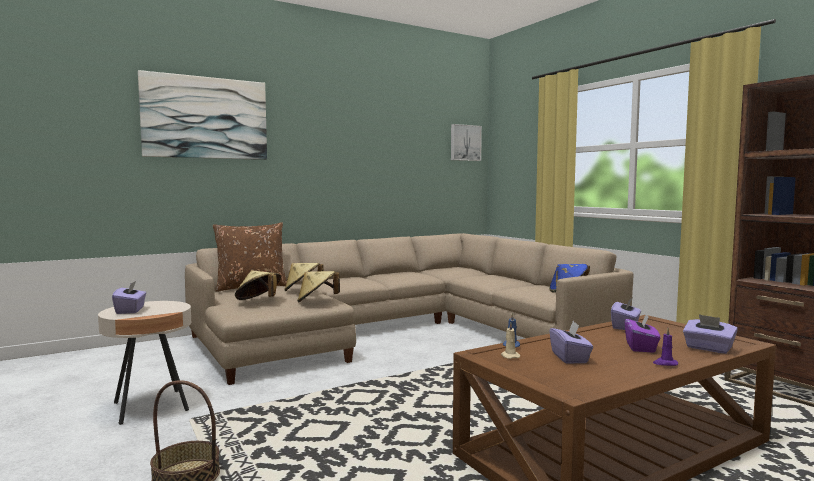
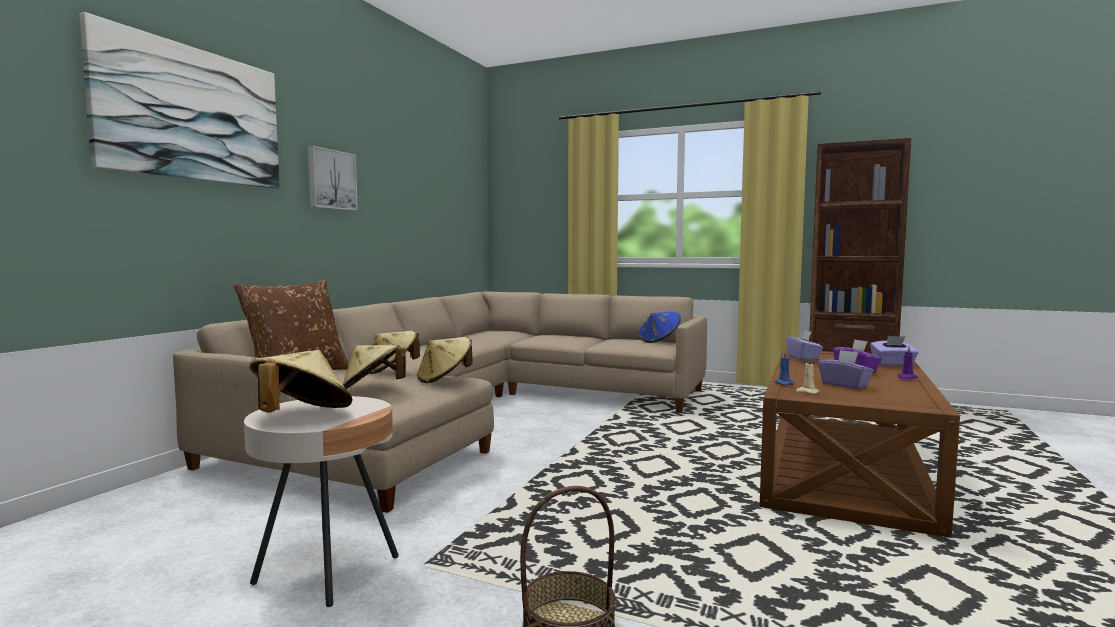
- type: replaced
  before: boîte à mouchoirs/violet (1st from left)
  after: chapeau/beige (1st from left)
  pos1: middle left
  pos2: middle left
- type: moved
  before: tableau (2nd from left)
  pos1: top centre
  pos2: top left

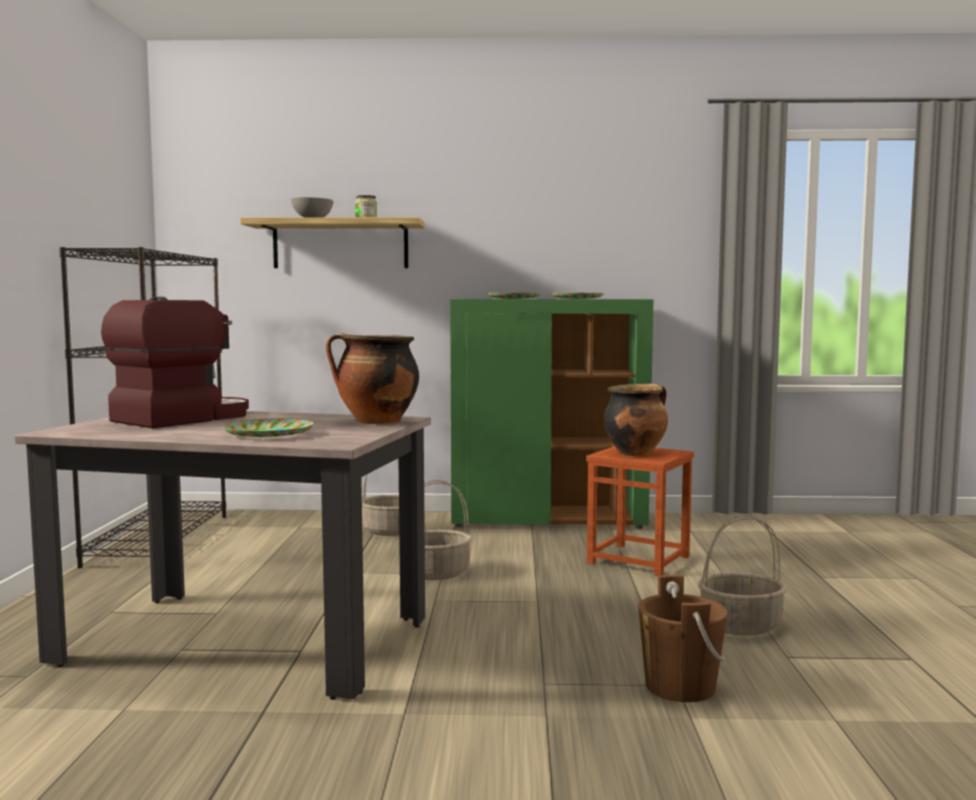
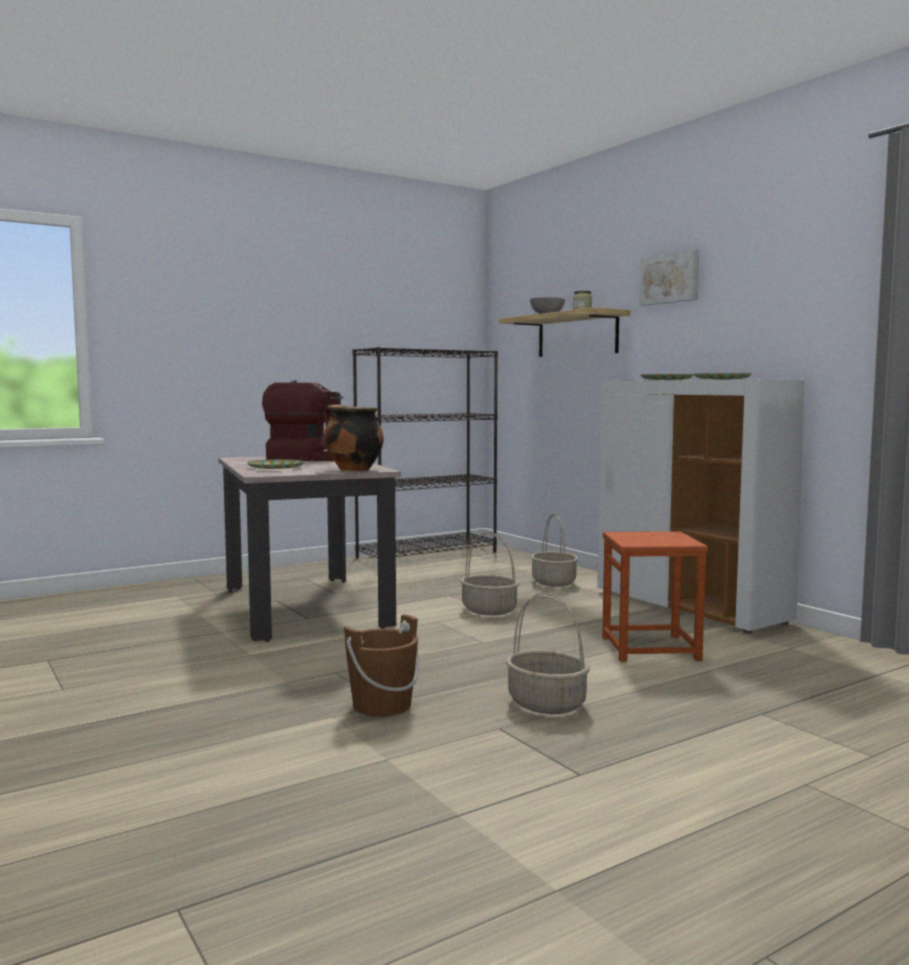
- type: recoloured
  before: meuble de rangement/vert
  after: meuble de rangement/blanc
  pos1: centre
  pos2: middle right
- type: added
  after: tableau
  pos2: top right
- type: removed
  before: marmite (2nd from left)
  pos1: centre

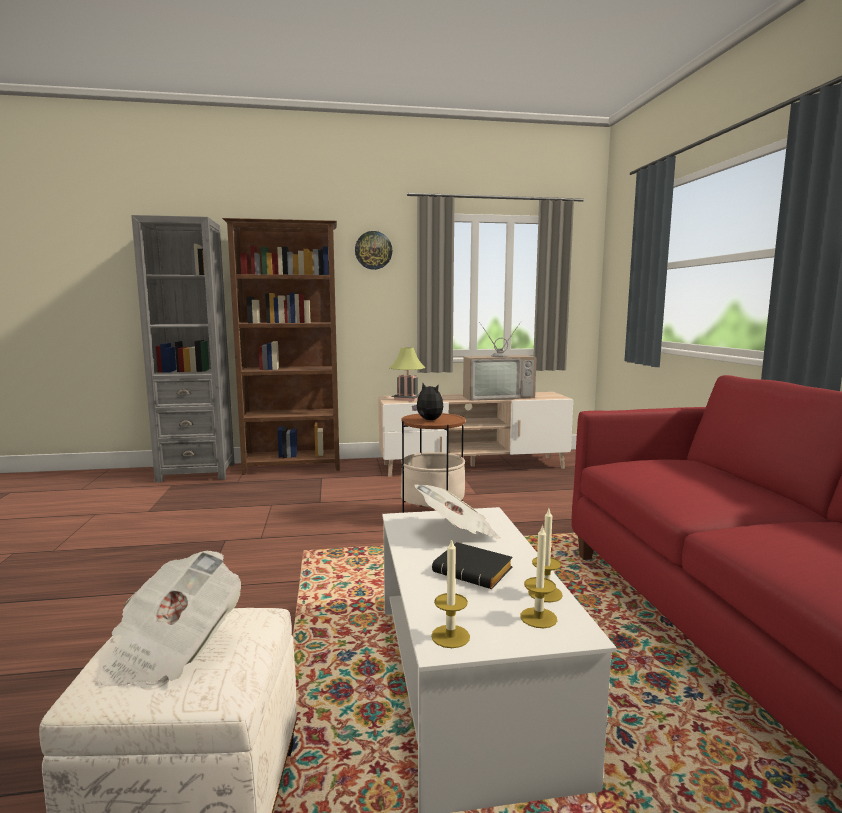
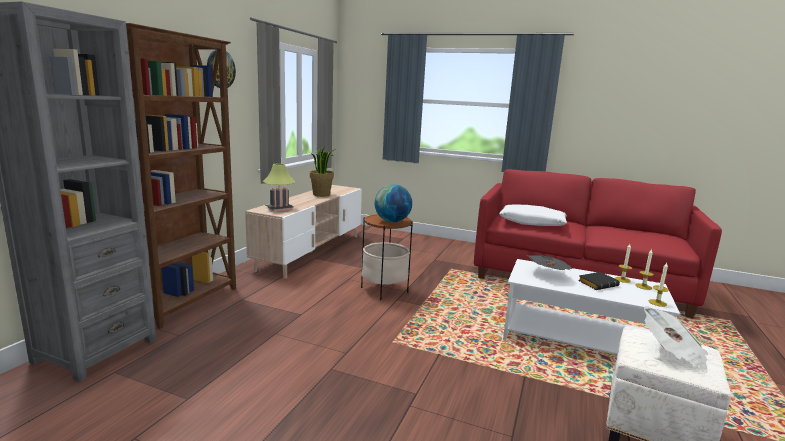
- type: replaced
  before: téléviseur
  after: plante en pot
  pos1: centre
  pos2: centre
- type: replaced
  before: peluche
  after: globe
  pos1: centre
  pos2: centre
- type: added
  after: coussin/blanc
  pos2: middle right

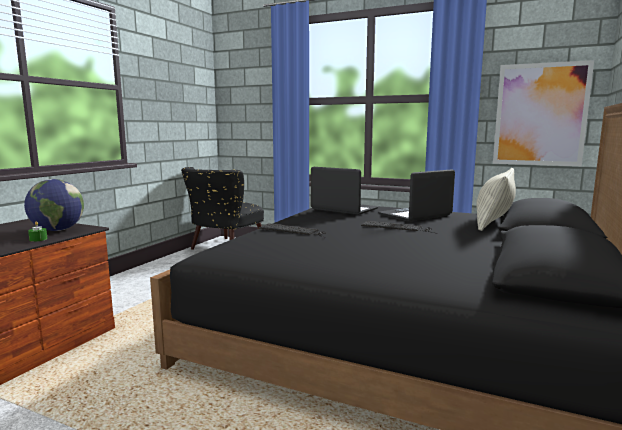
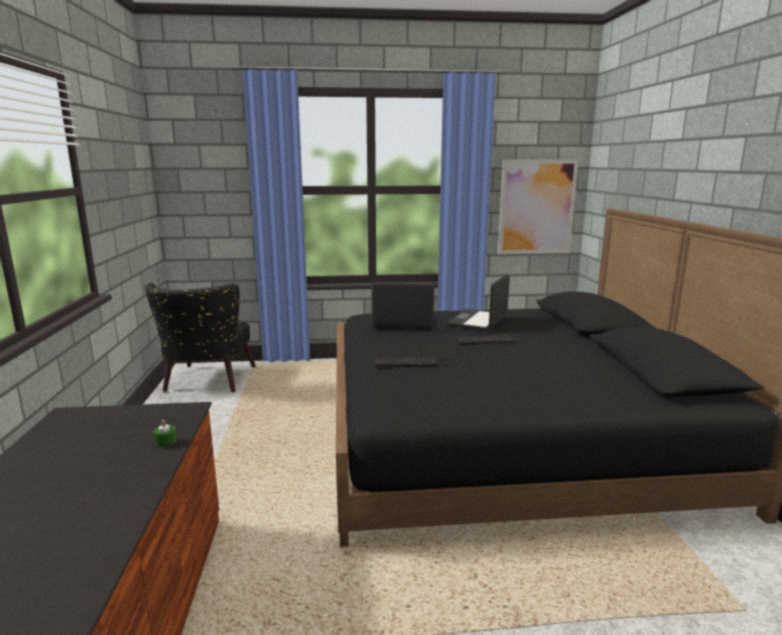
- type: removed
  before: globe
  pos1: middle left
- type: removed
  before: coussin
  pos1: middle right

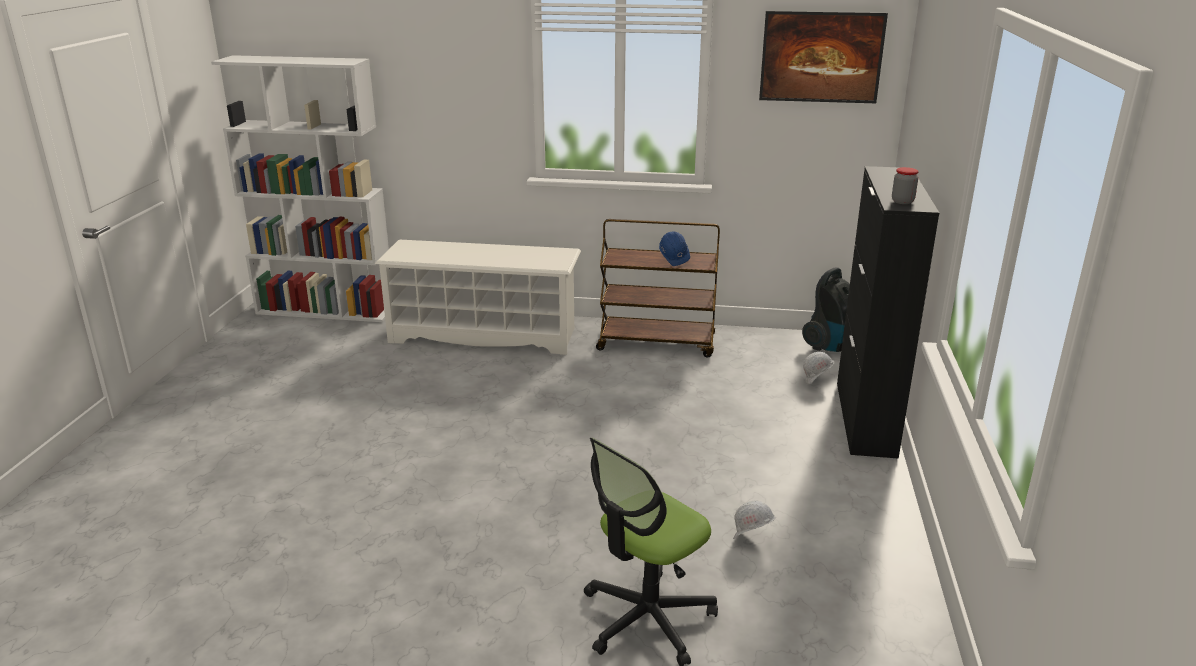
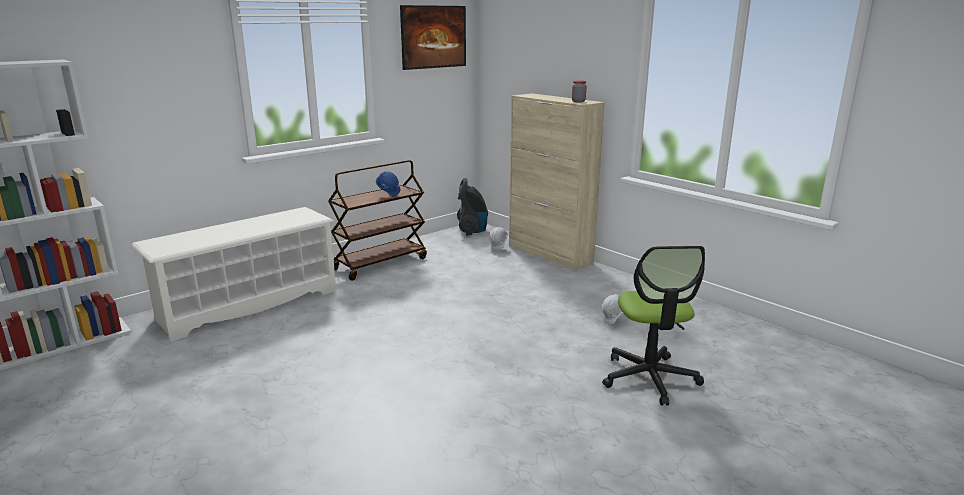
- type: recoloured
  before: meuble de rangement/noir
  after: meuble de rangement/beige
  pos1: middle right
  pos2: centre

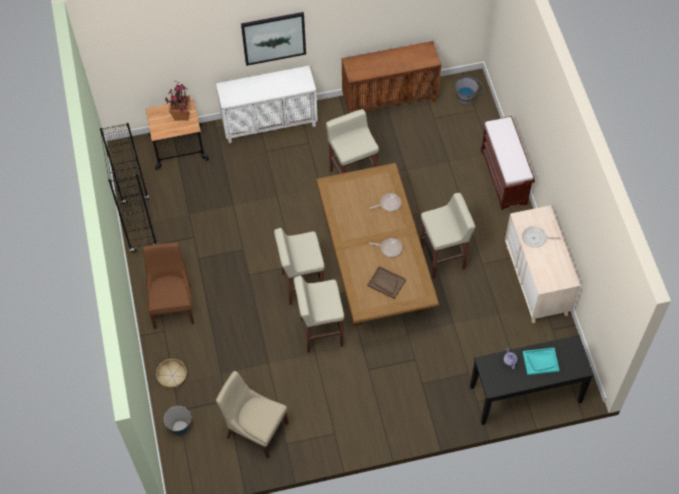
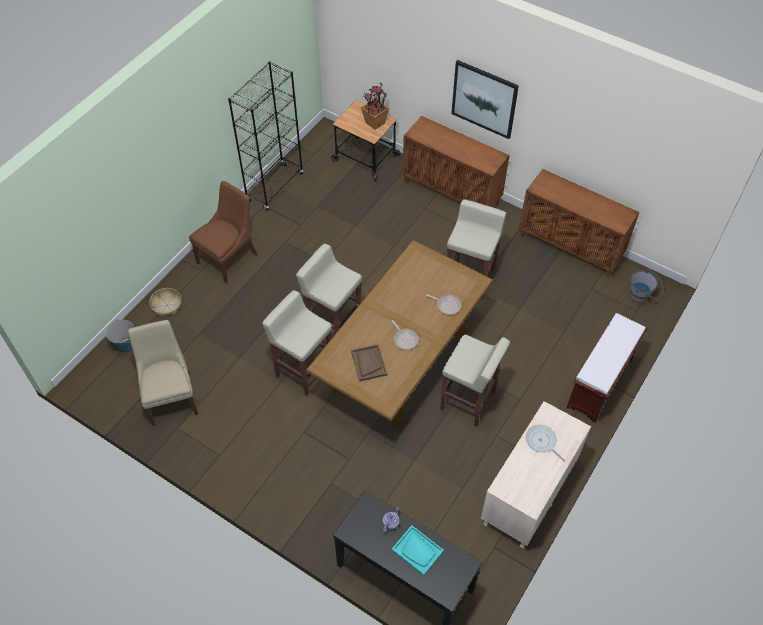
- type: recoloured
  before: meuble de rangement/blanc
  after: meuble de rangement/marron (1st from left)
  pos1: top centre
  pos2: top centre

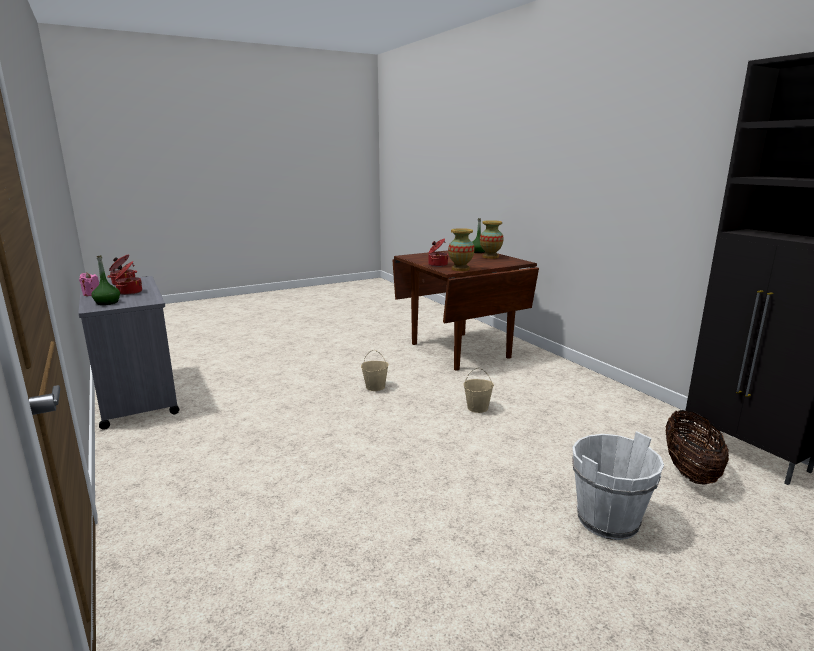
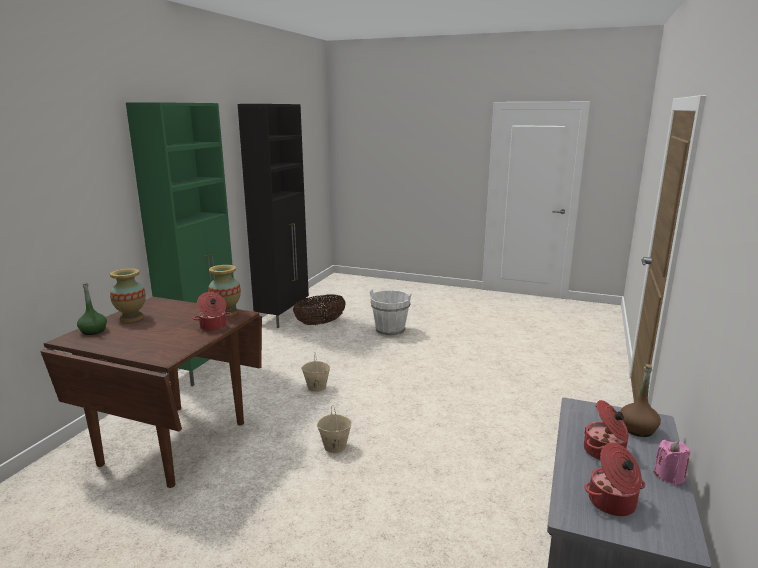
- type: added
  after: meuble de rangement/vert
  pos2: middle left
- type: recoloured
  before: bouteille/vert (1st from left)
  after: bouteille/marron
  pos1: middle left
  pos2: bottom right

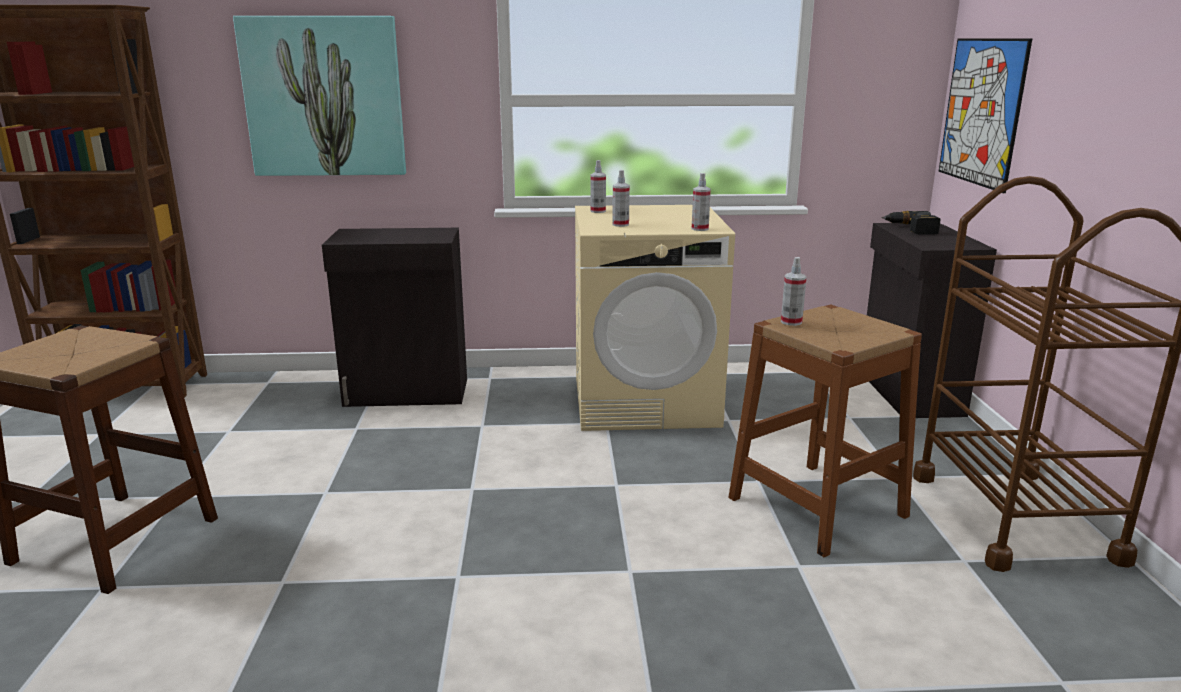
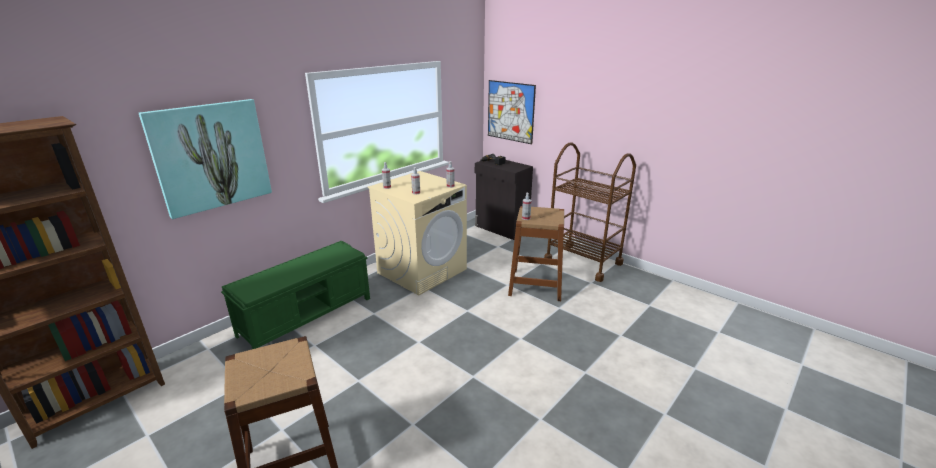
- type: replaced
  before: meuble de rangement/noir (1st from left)
  after: banc/vert
  pos1: centre
  pos2: middle left

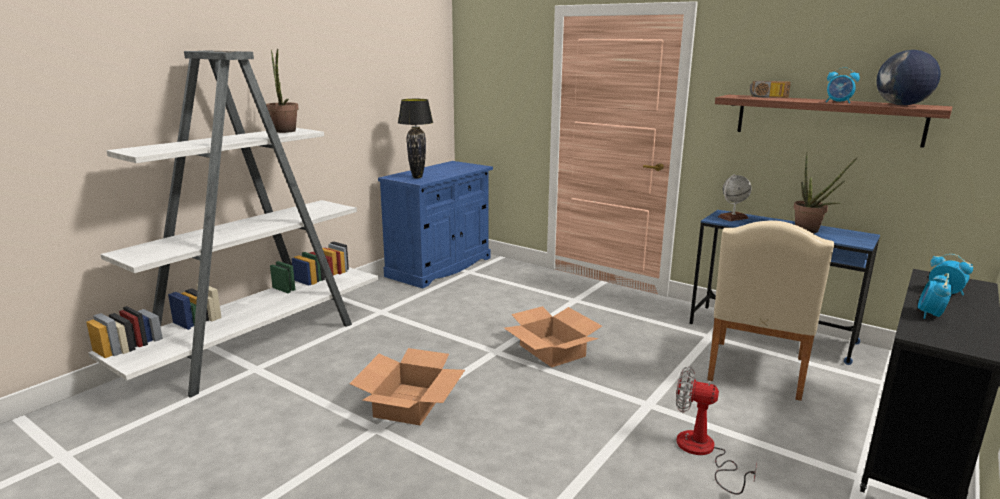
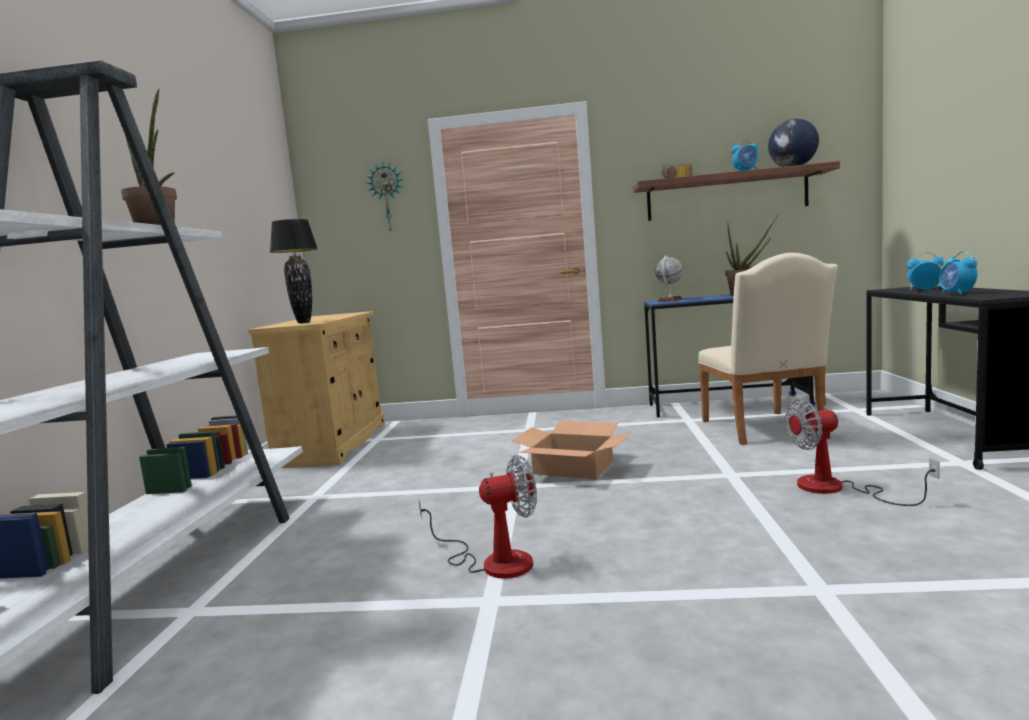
- type: recoloured
  before: meuble de rangement/bleu
  after: meuble de rangement/beige
  pos1: centre
  pos2: middle left
- type: added
  after: horloge murale
  pos2: top centre
- type: replaced
  before: carton (1st from left)
  after: ventilateur (1st from left)
  pos1: bottom centre
  pos2: bottom centre

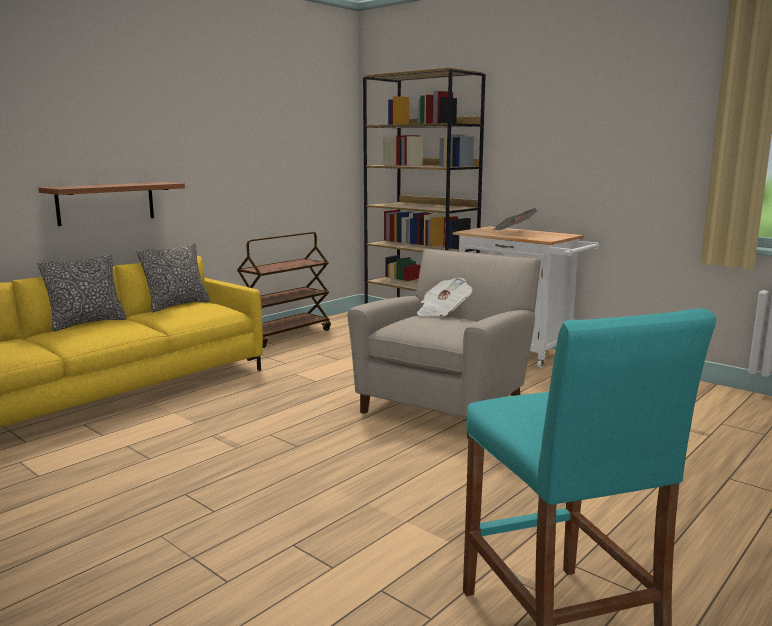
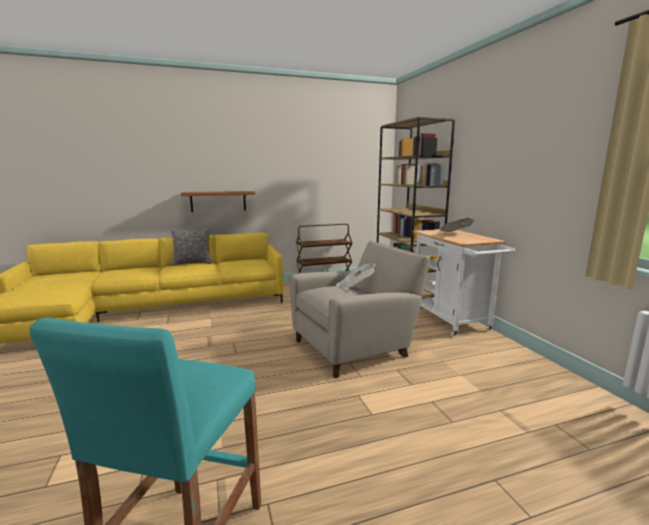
- type: removed
  before: coussin (2nd from left)
  pos1: middle left

